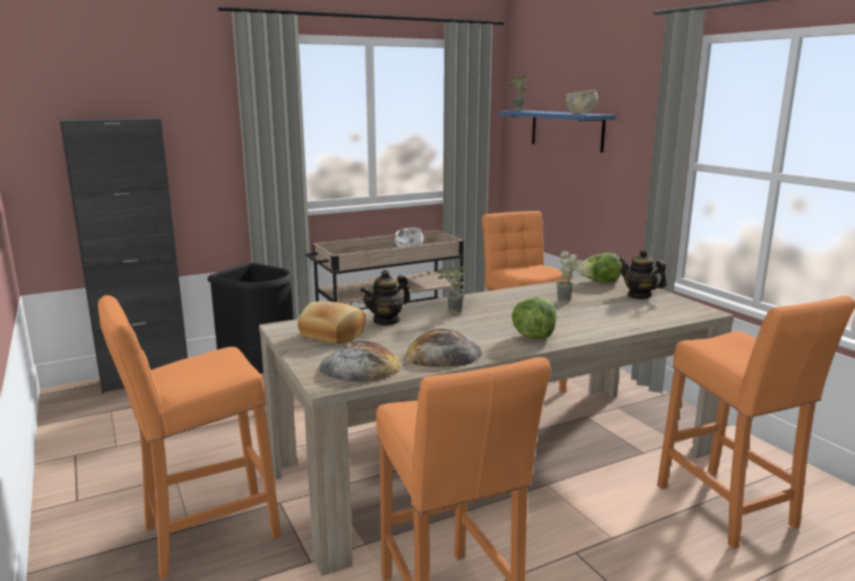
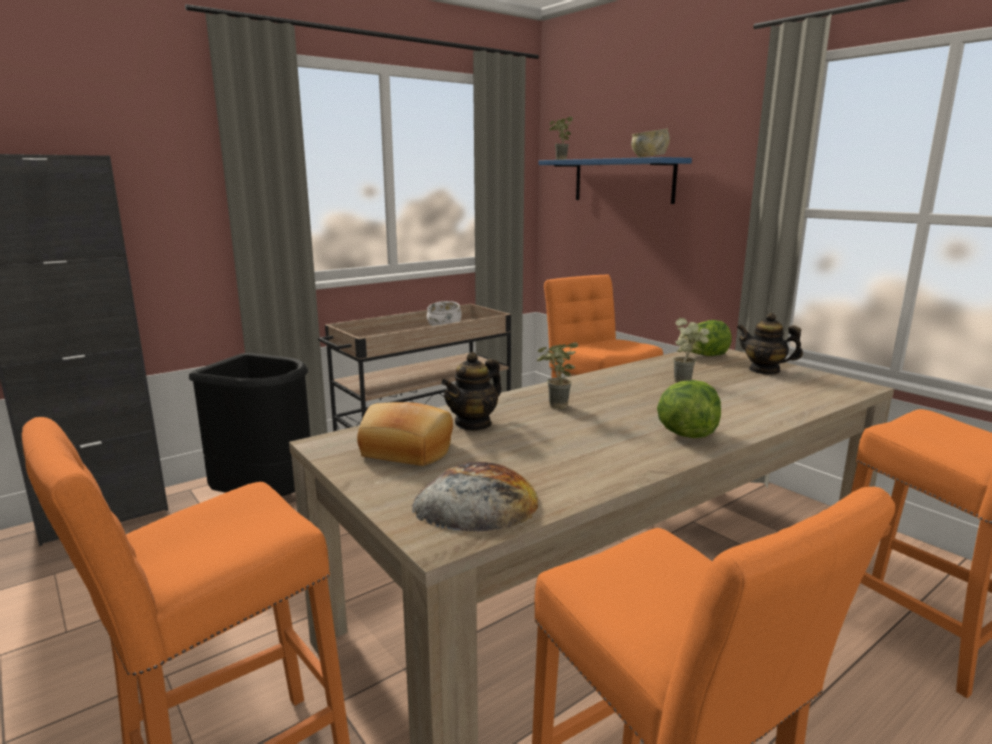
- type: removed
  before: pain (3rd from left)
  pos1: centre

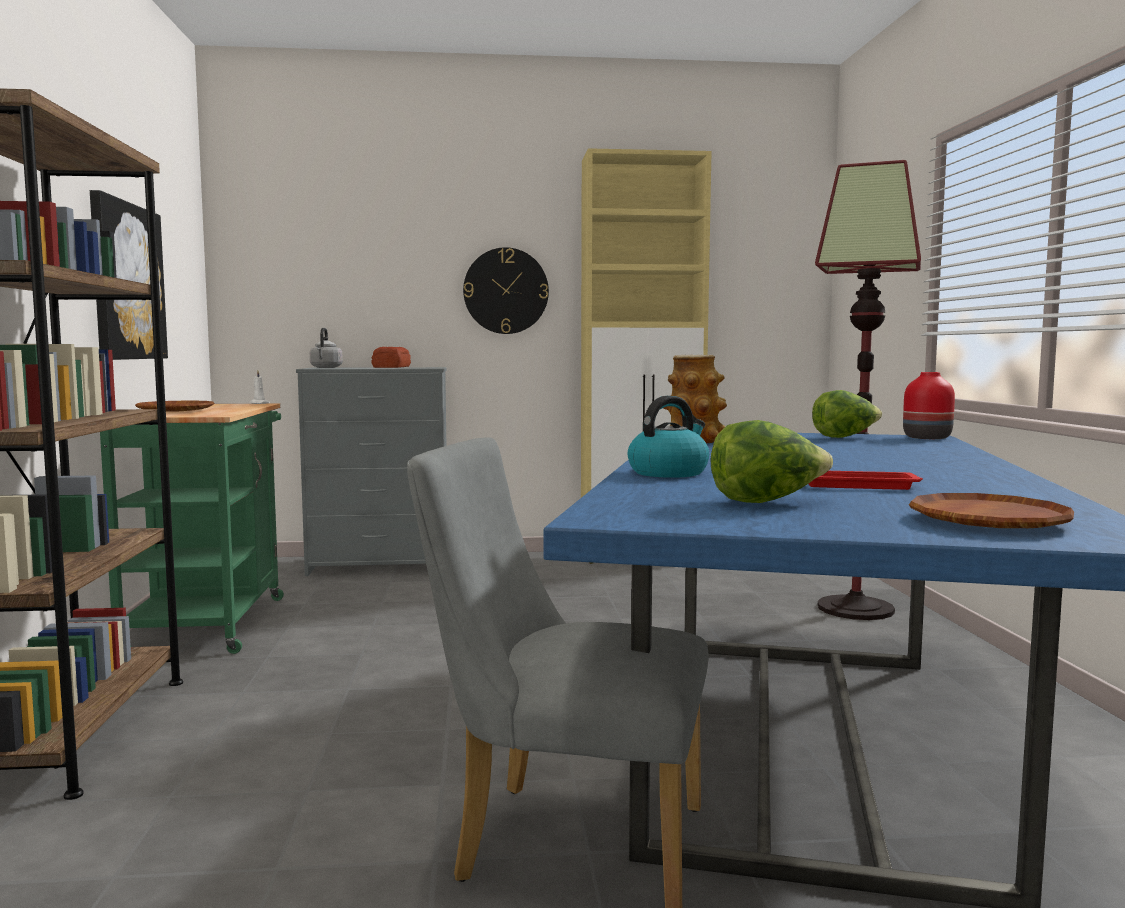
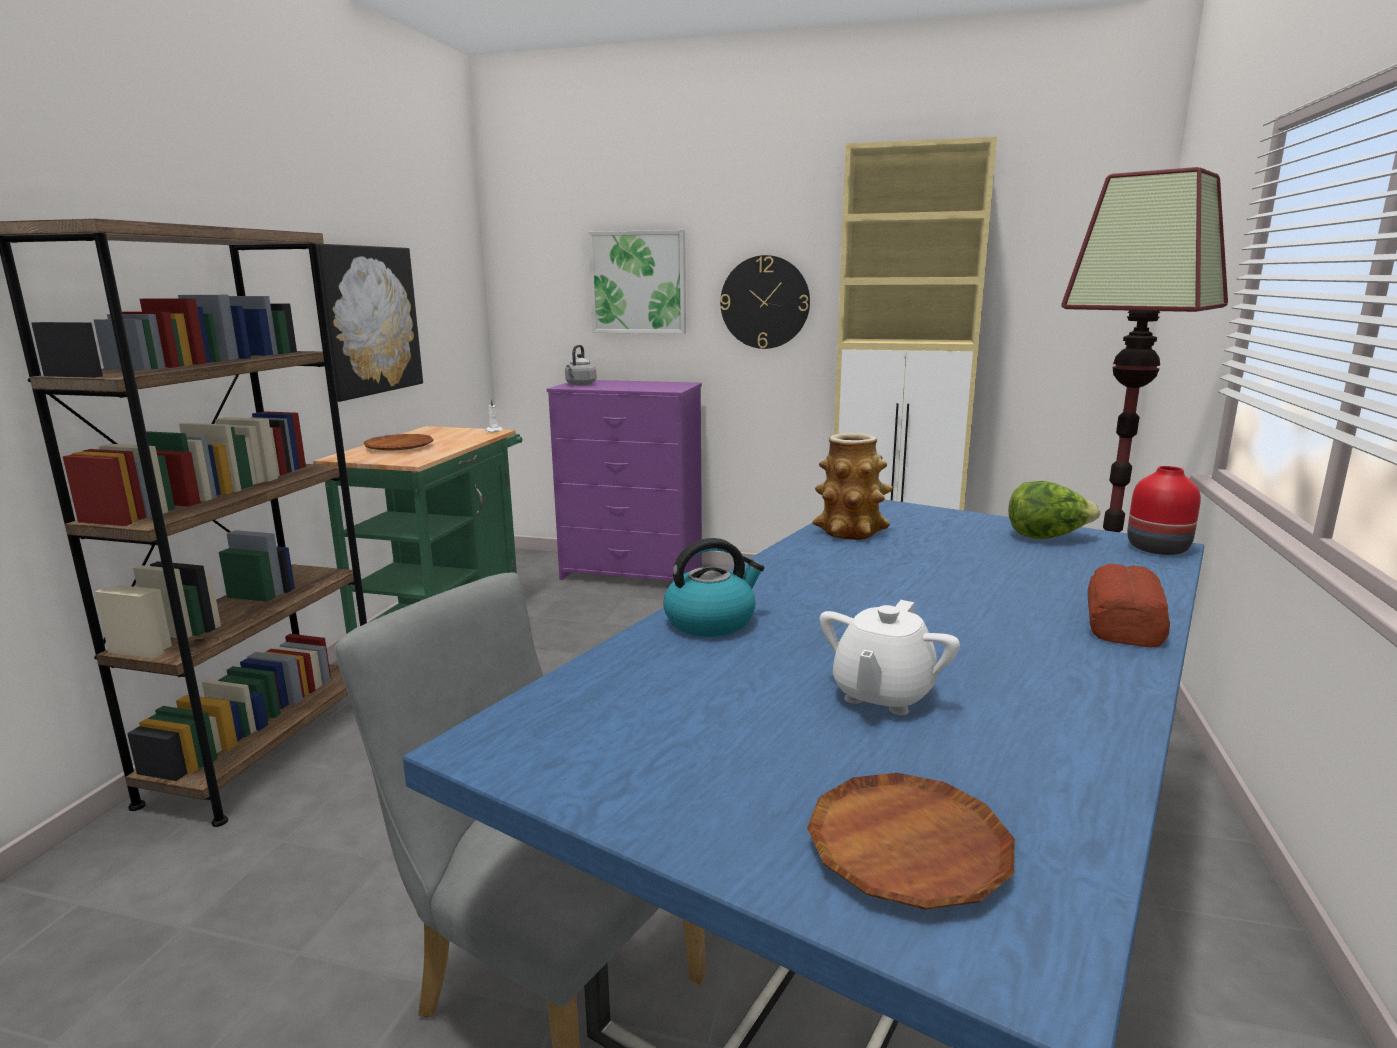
- type: recoloured
  before: commode/gris
  after: commode/violet
  pos1: middle left
  pos2: centre
- type: added
  after: tableau (2nd from left)
  pos2: top centre
- type: replaced
  before: plateau/rouge
  after: théière/blanc
  pos1: middle right
  pos2: centre
- type: moved
  before: pain
  pos1: centre
  pos2: middle right
- type: removed
  before: laitue (1st from left)
  pos1: middle right

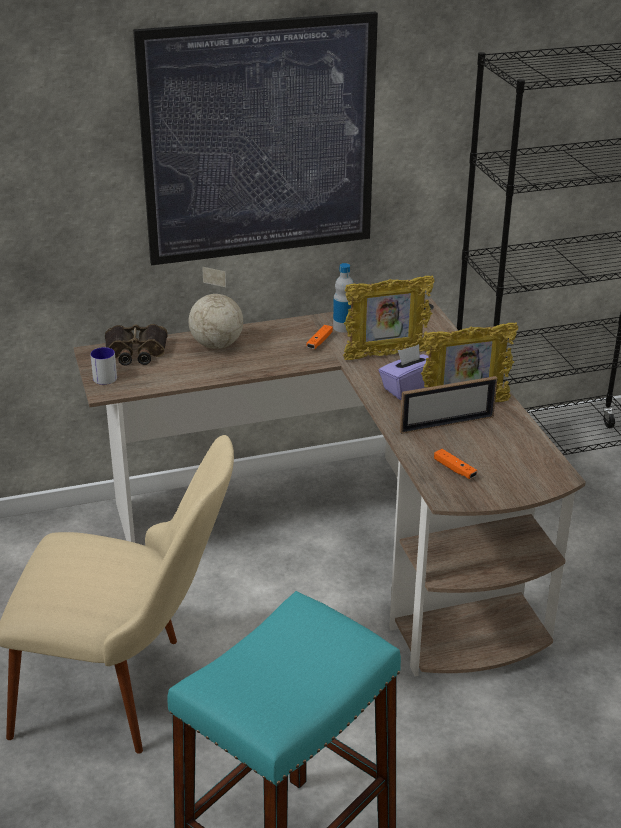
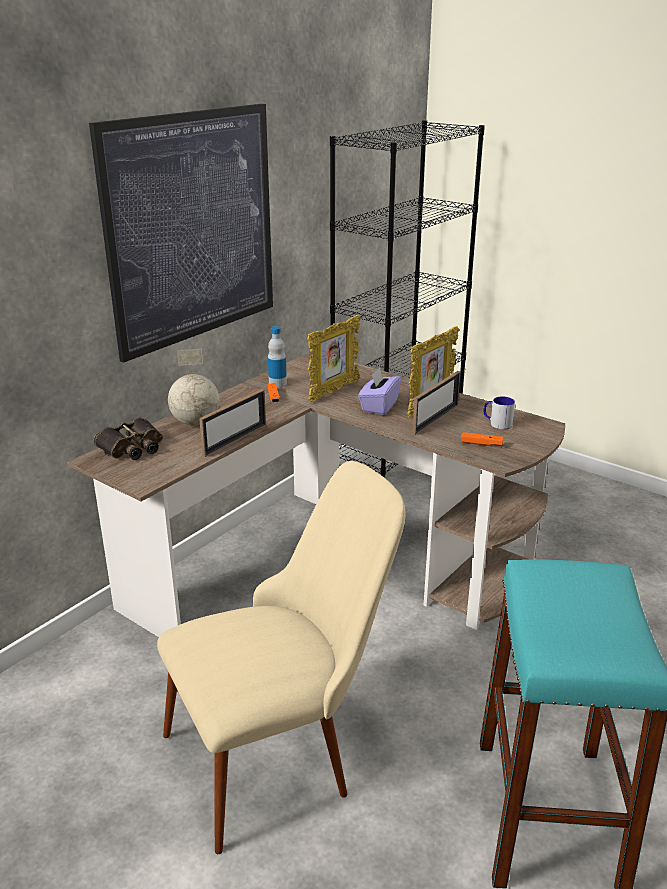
- type: added
  after: cadre photo (1st from left)
  pos2: centre
- type: moved
  before: mug
  pos1: middle left
  pos2: middle right

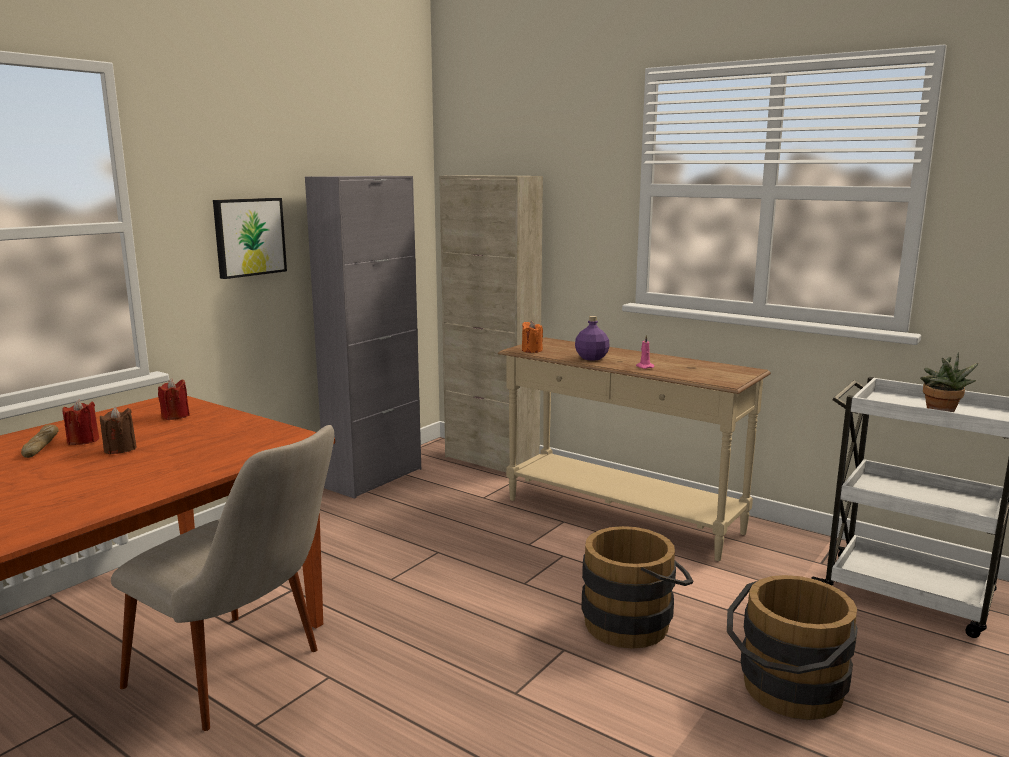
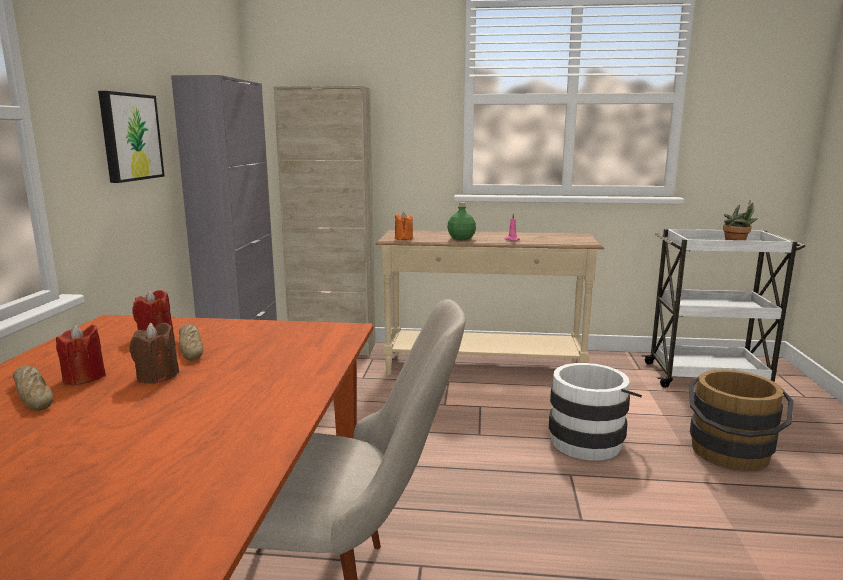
- type: added
  after: pain (2nd from left)
  pos2: middle left
- type: recoloured
  before: bouteille/violet
  after: bouteille/vert
  pos1: centre
  pos2: centre
- type: recoloured
  before: seau/marron (1st from left)
  after: seau/blanc
  pos1: bottom centre
  pos2: bottom right

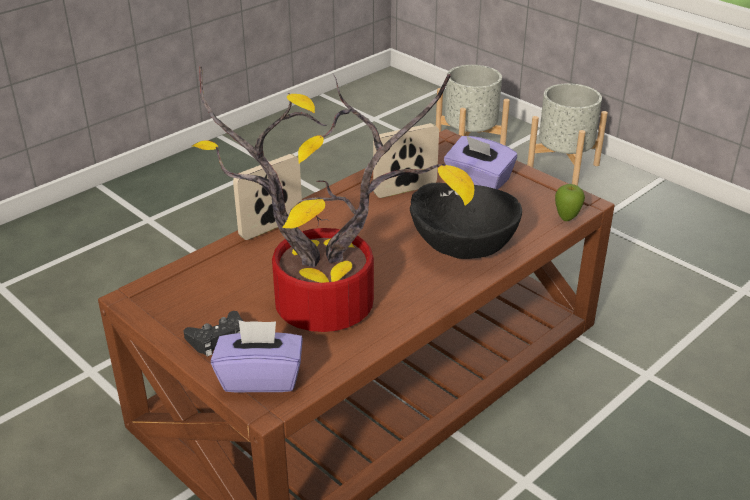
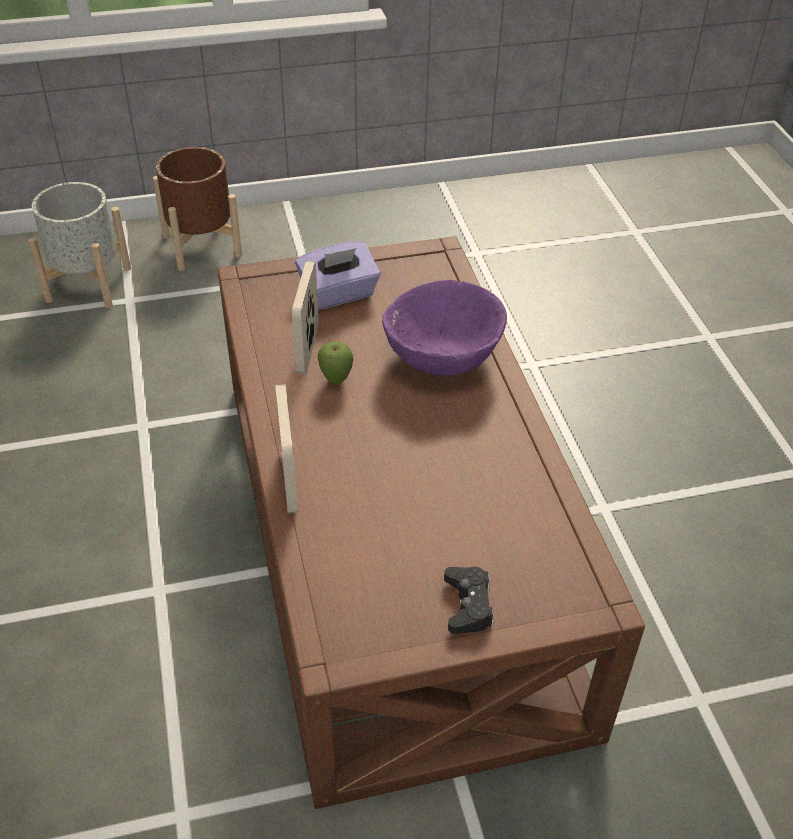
- type: recoloured
  before: cache-pot/gris (2nd from left)
  after: cache-pot/marron
  pos1: top right
  pos2: top left
- type: moved
  before: pomme
  pos1: middle right
  pos2: centre
- type: recoloured
  before: bol/noir
  after: bol/violet
  pos1: centre
  pos2: centre
- type: removed
  before: plante en pot
  pos1: centre
- type: removed
  before: boîte à mouchoirs/violet (1st from left)
  pos1: bottom centre

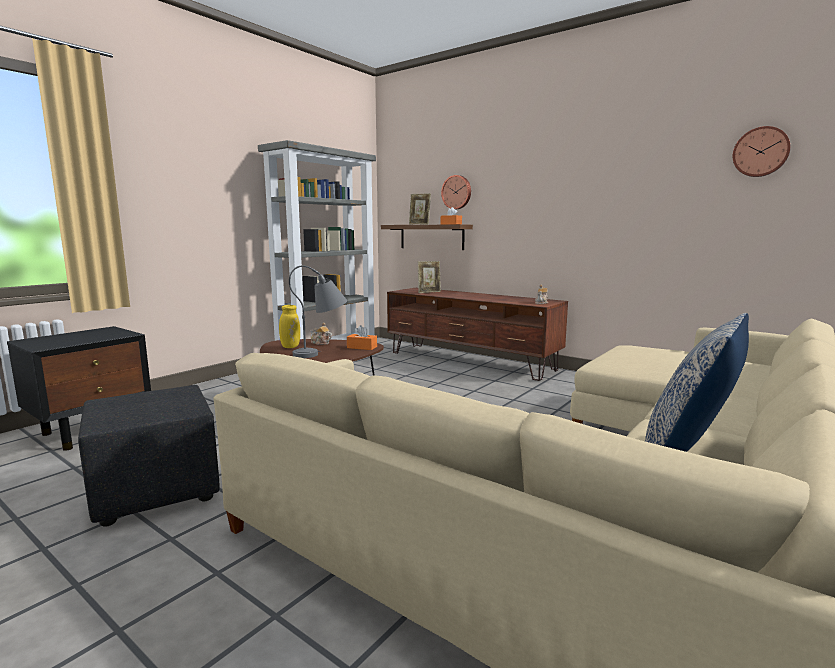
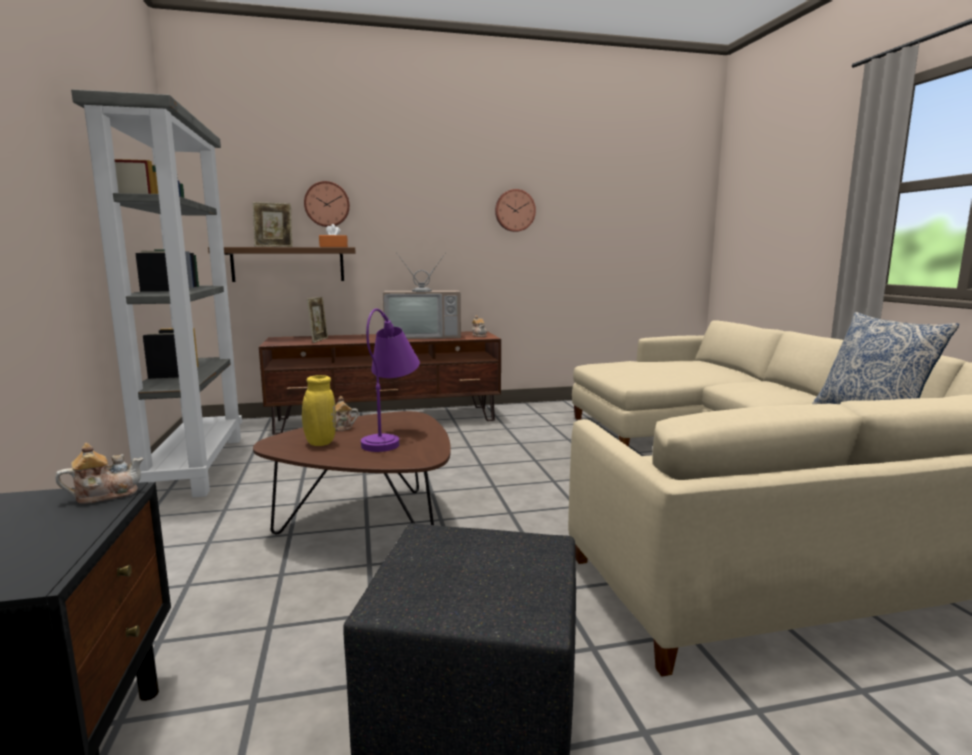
- type: added
  after: théière (1st from left)
  pos2: middle left
- type: recoloured
  before: lampe de table/gris
  after: lampe de table/violet
  pos1: centre
  pos2: centre
- type: added
  after: téléviseur
  pos2: centre
- type: moved
  before: horloge murale (2nd from left)
  pos1: top right
  pos2: top centre
- type: removed
  before: boîte à mouchoirs/orange (1st from left)
  pos1: centre

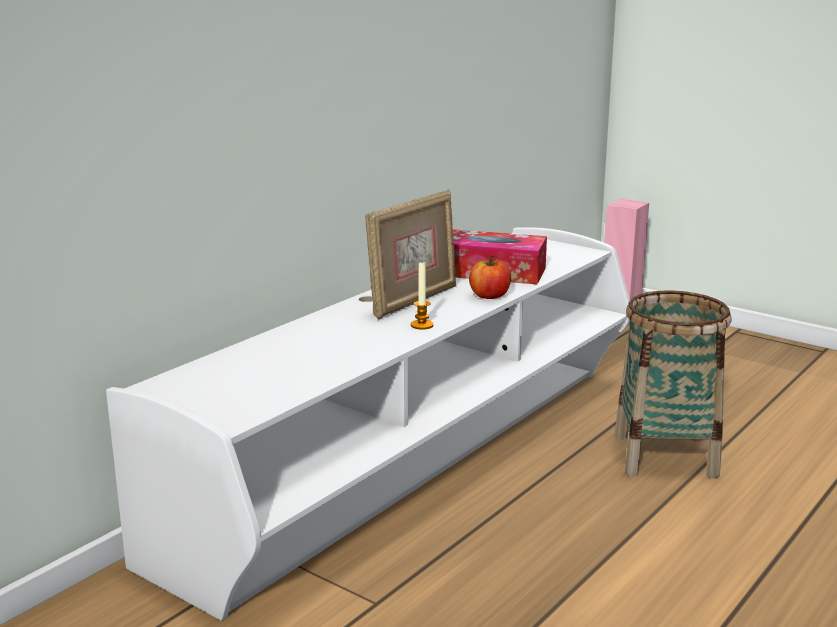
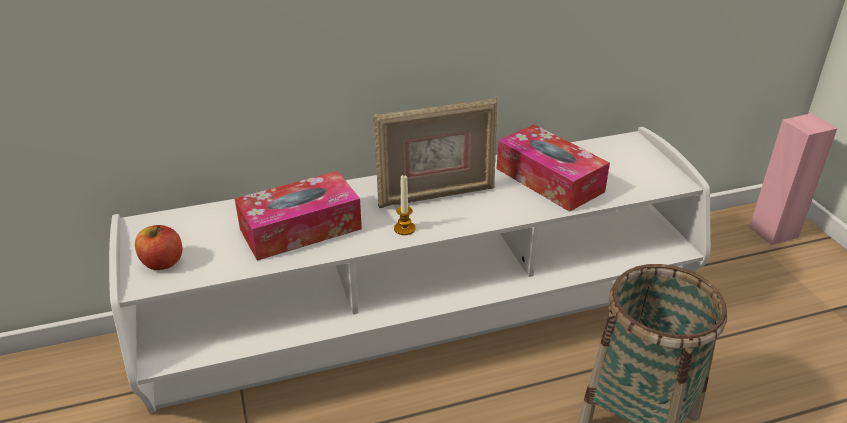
- type: moved
  before: pomme
  pos1: centre
  pos2: middle left
- type: added
  after: boîte à mouchoirs (1st from left)
  pos2: centre

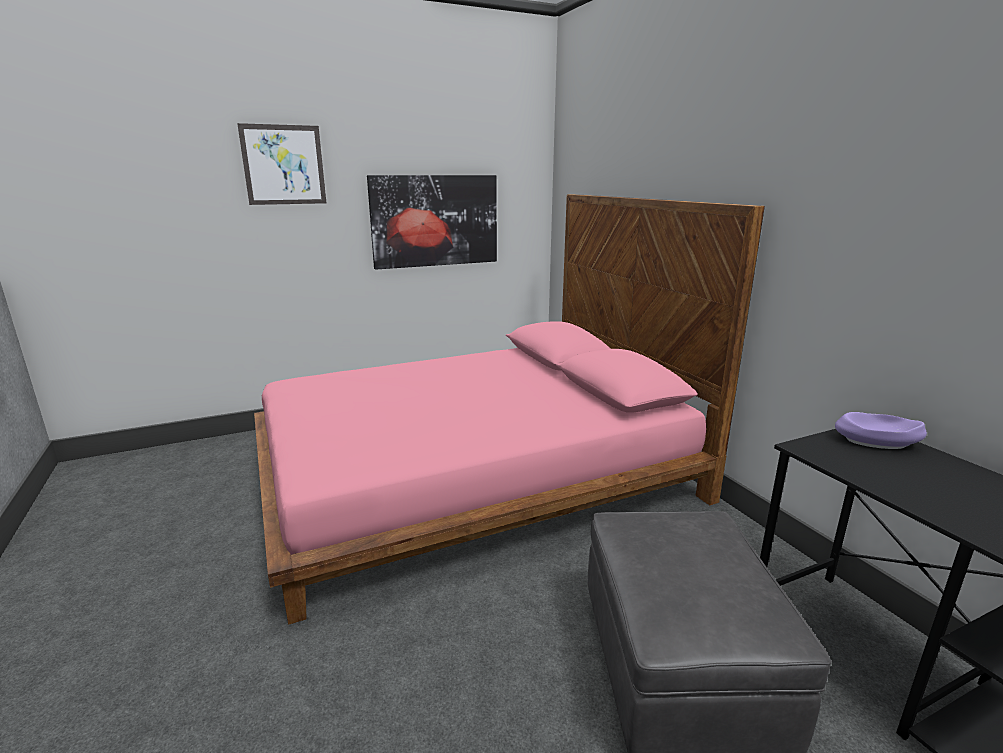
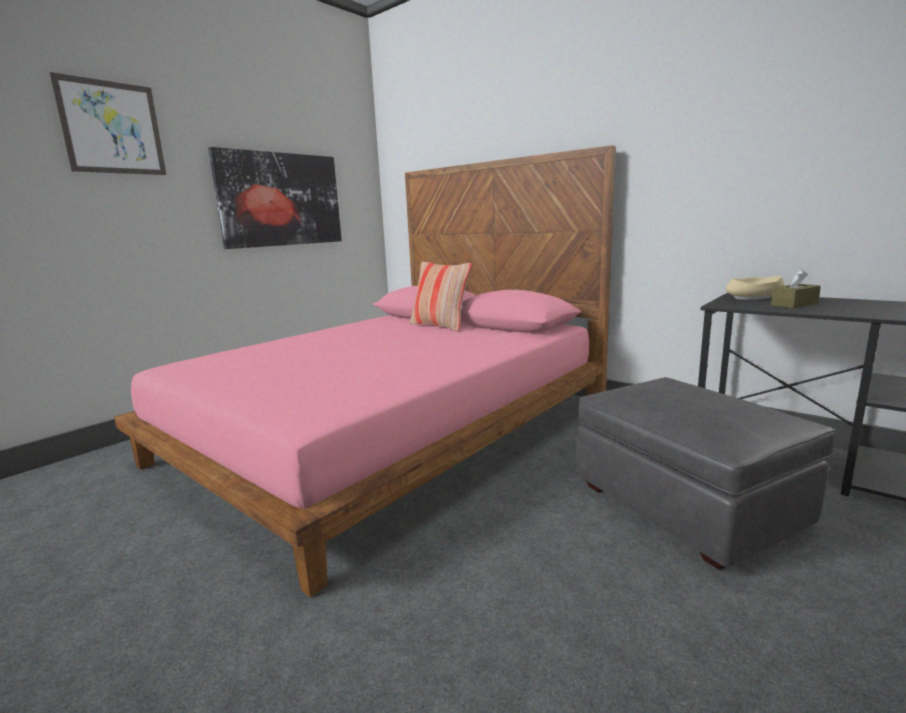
- type: added
  after: coussin
  pos2: centre
- type: recoloured
  before: bol/violet
  after: bol/beige
  pos1: middle right
  pos2: middle right
- type: added
  after: boîte à mouchoirs/marron
  pos2: middle right

